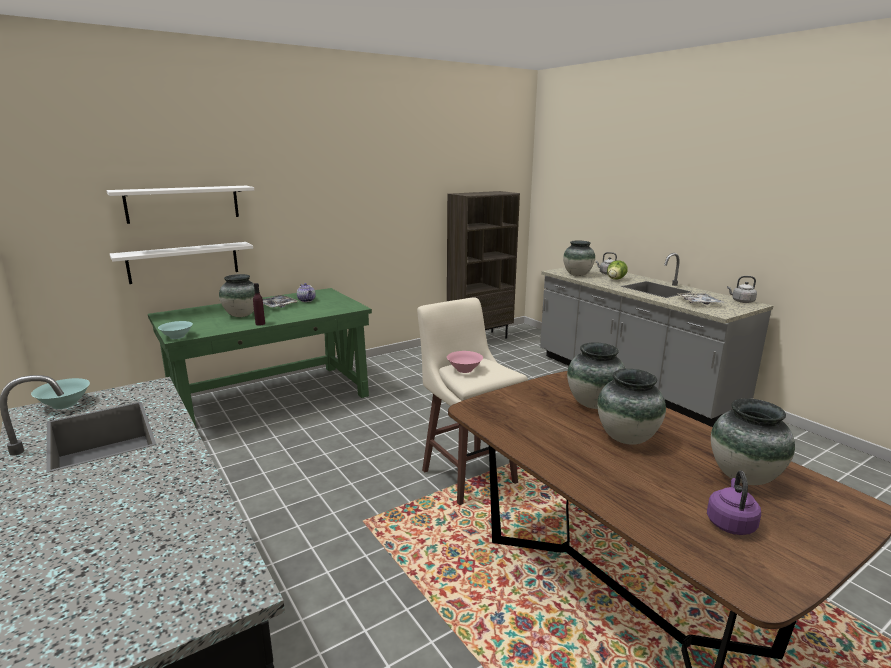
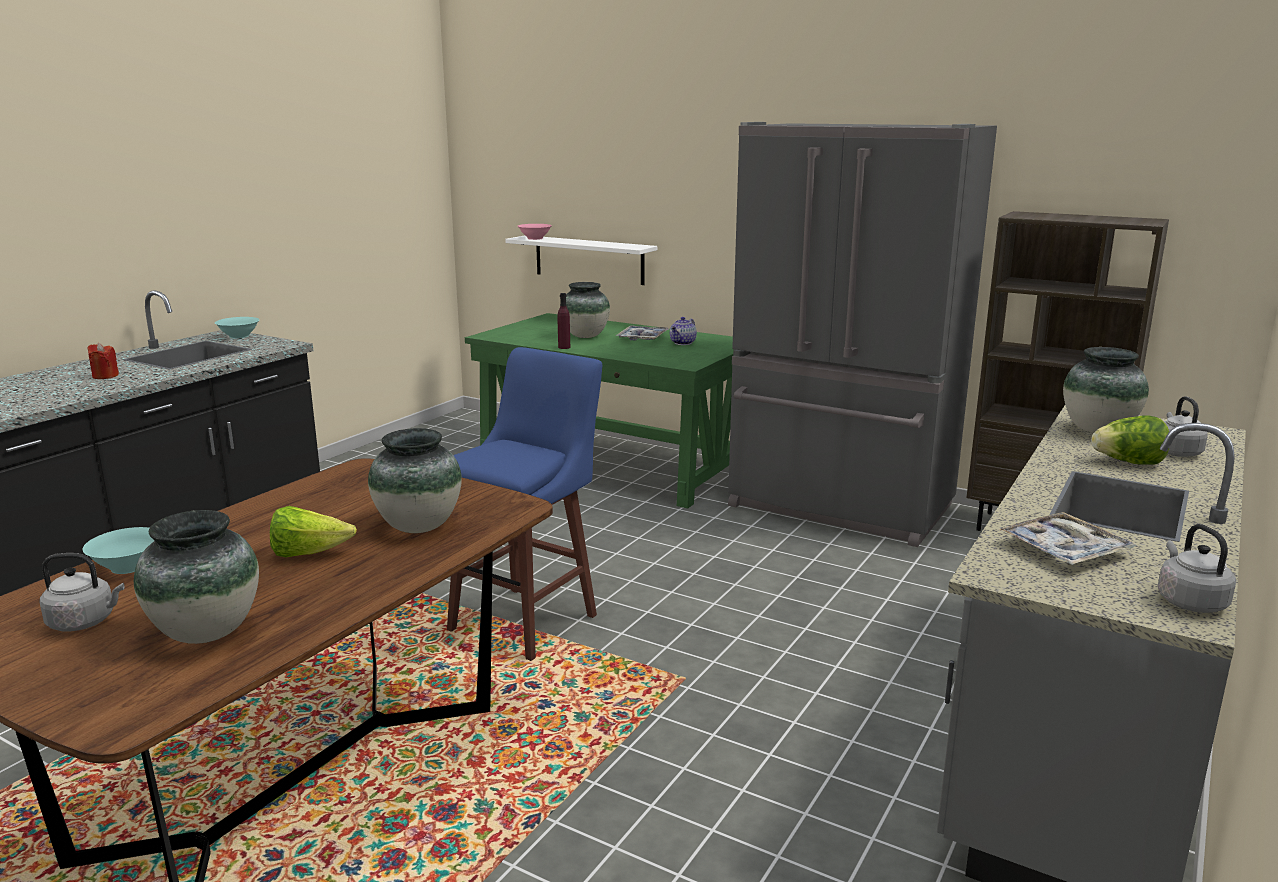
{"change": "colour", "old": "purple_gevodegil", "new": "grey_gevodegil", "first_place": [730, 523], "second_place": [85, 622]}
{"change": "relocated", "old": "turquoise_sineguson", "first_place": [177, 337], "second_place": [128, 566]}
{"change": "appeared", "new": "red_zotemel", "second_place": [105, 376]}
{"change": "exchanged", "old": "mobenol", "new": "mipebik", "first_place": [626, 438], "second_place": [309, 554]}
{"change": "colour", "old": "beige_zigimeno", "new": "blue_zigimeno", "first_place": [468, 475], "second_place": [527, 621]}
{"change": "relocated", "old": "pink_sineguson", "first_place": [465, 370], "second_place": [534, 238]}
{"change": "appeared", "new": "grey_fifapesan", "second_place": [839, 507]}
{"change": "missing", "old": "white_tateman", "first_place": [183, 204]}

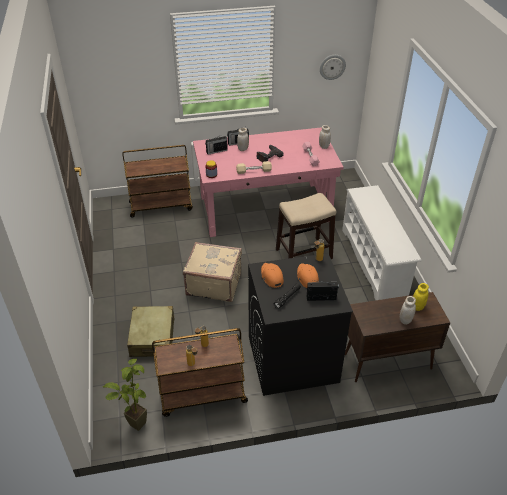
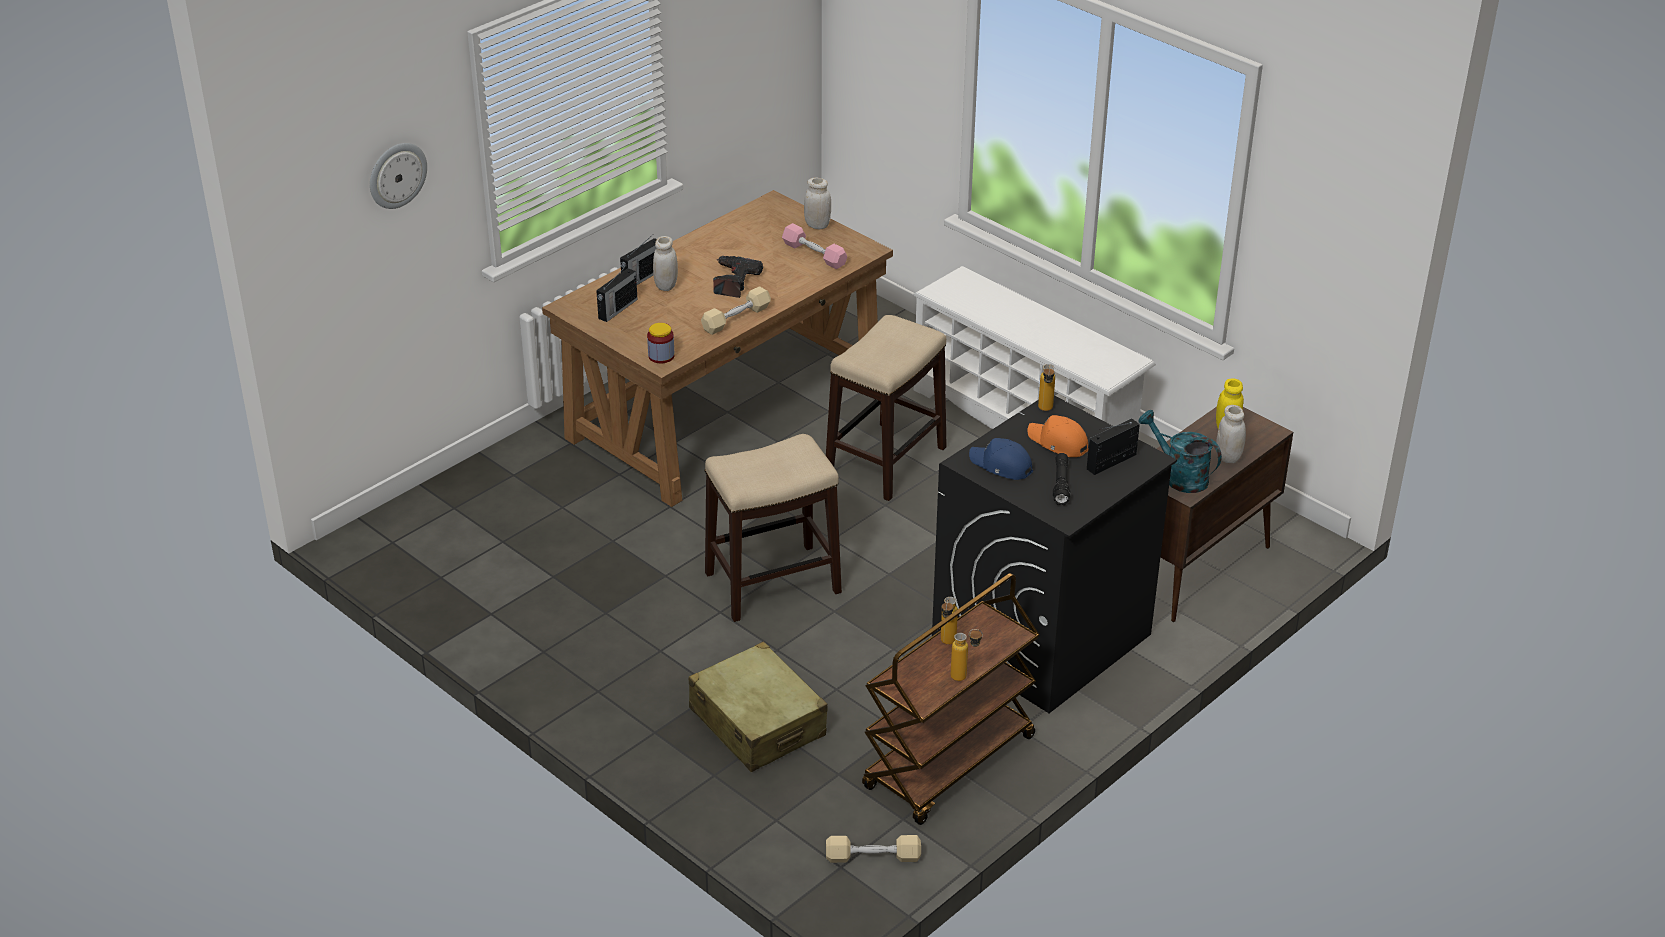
{"change": "relocated", "old": "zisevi", "first_place": [332, 66], "second_place": [397, 175]}
{"change": "colour", "old": "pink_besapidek", "new": "brown_besapidek", "first_place": [265, 208], "second_place": [724, 409]}
{"change": "exchanged", "old": "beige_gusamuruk", "new": "zigimeno", "first_place": [214, 283], "second_place": [771, 583]}
{"change": "exchanged", "old": "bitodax", "new": "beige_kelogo", "first_place": [135, 420], "second_place": [873, 857]}
{"change": "colour", "old": "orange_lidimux", "new": "blue_lidimux", "first_place": [271, 277], "second_place": [1001, 465]}
{"change": "appeared", "new": "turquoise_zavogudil", "second_place": [1179, 476]}
{"change": "missing", "old": "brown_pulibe", "first_place": [161, 206]}

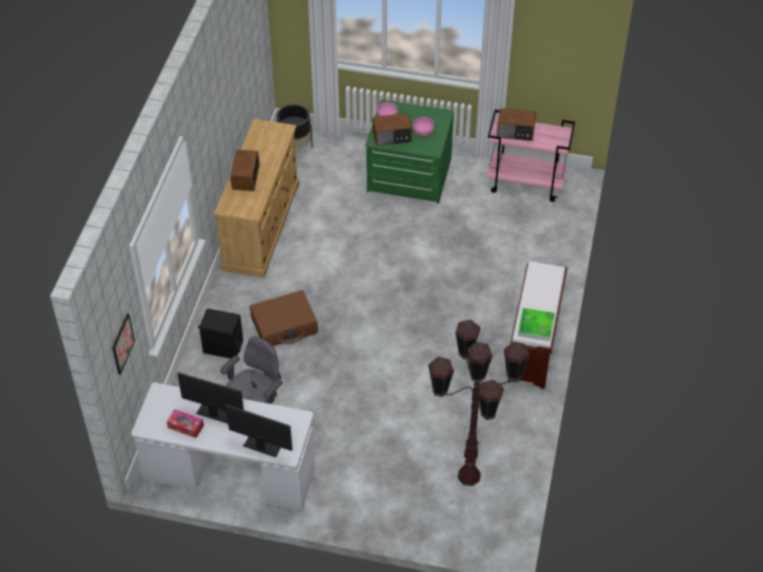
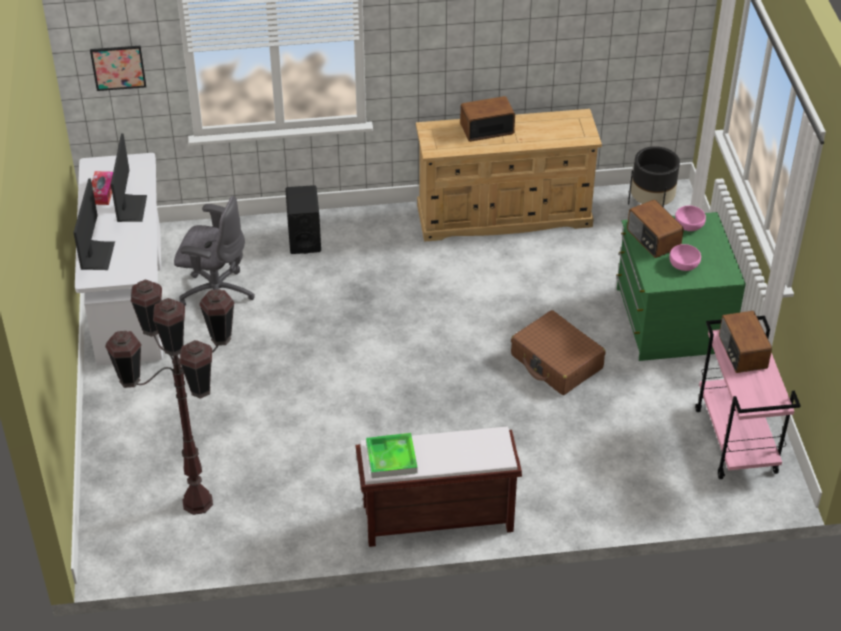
{"change": "relocated", "old": "brown_gusamuruk", "first_place": [284, 326], "second_place": [556, 362]}

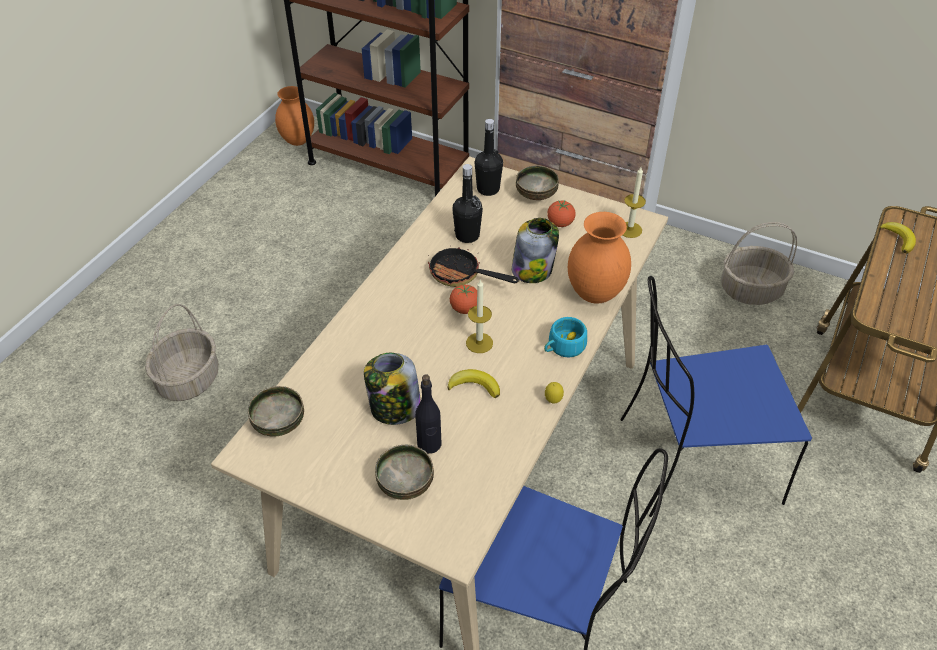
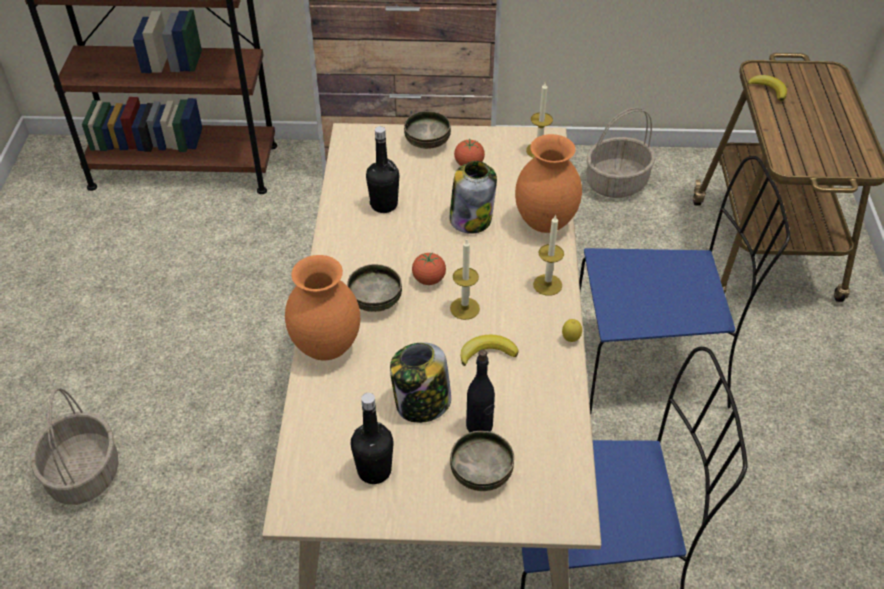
{"change": "relocated", "old": "orange_mobenol", "first_place": [298, 141], "second_place": [328, 348]}
{"change": "relocated", "old": "sineguson", "first_place": [278, 423], "second_place": [374, 301]}
{"change": "relocated", "old": "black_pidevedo", "first_place": [488, 189], "second_place": [374, 470]}
{"change": "exchanged", "old": "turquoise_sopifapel", "new": "zotemel", "first_place": [563, 347], "second_place": [547, 285]}
{"change": "spun", "old": "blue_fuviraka", "first_place": [694, 461], "second_place": [653, 362], "degrees": -150}
{"change": "missing", "old": "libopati", "first_place": [461, 275]}

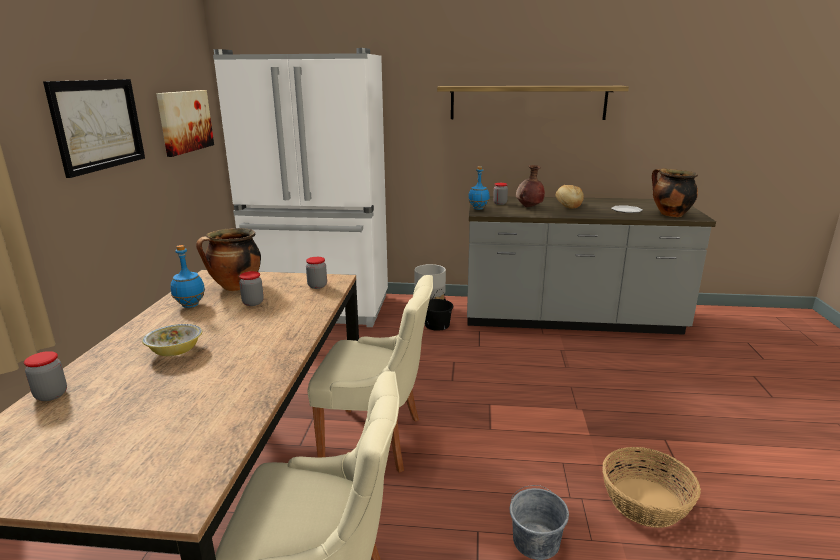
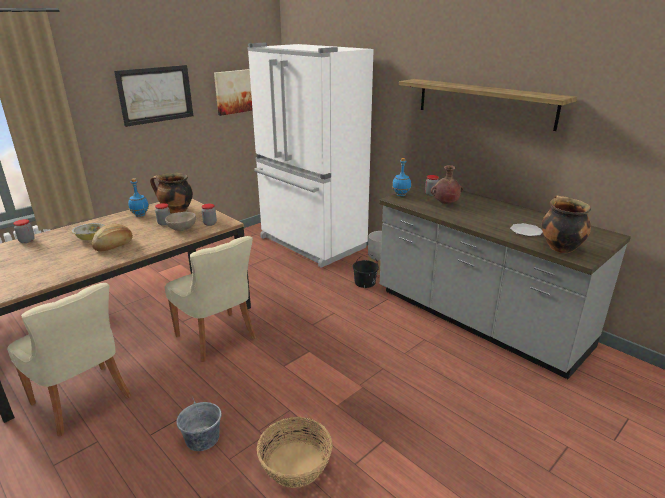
{"change": "relocated", "old": "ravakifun", "first_place": [567, 205], "second_place": [114, 245]}
{"change": "appeared", "new": "beige_sineguson", "second_place": [182, 228]}

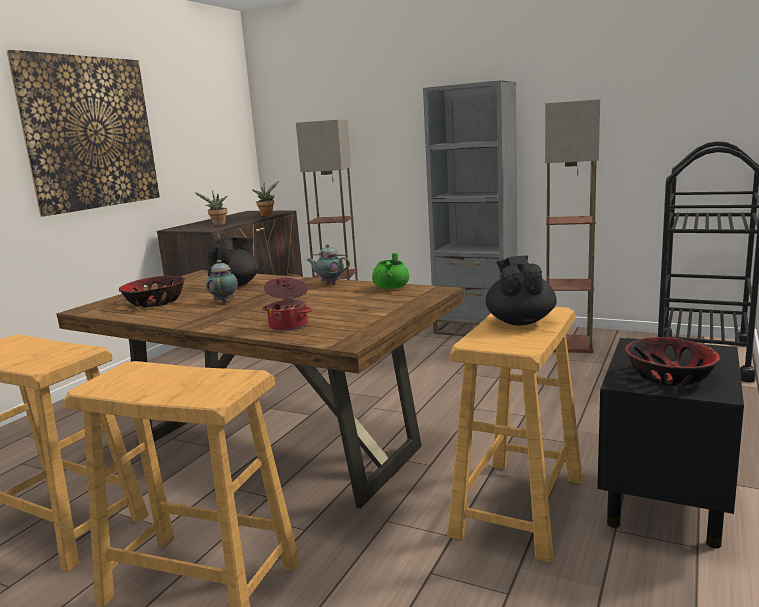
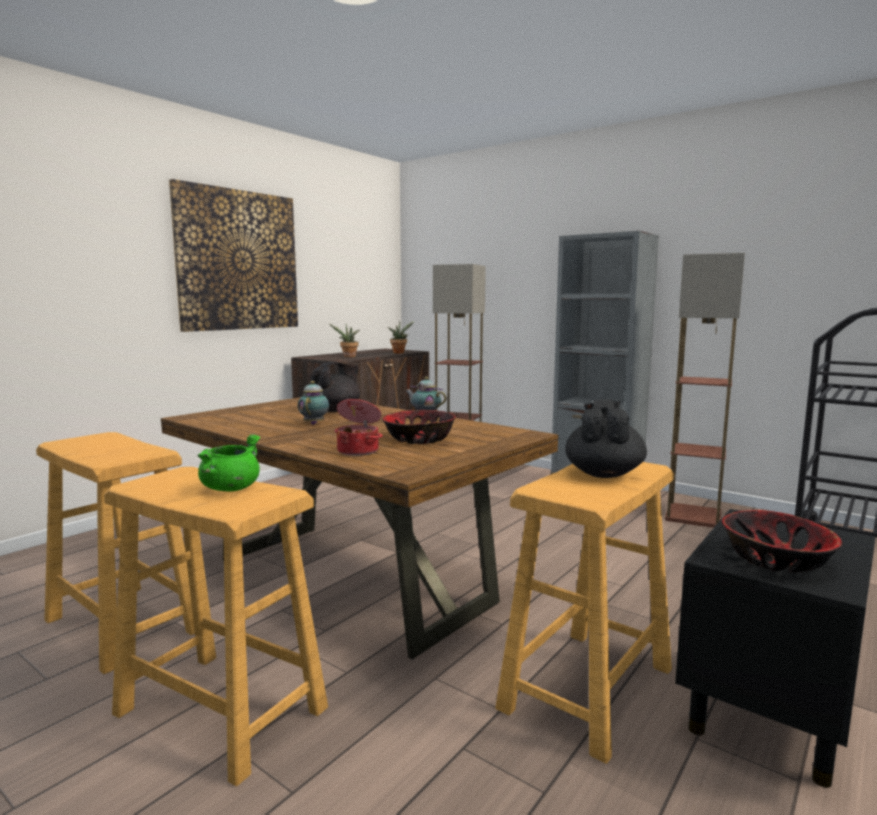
{"change": "relocated", "old": "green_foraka", "first_place": [391, 287], "second_place": [230, 488]}
{"change": "relocated", "old": "sineguson", "first_place": [155, 302], "second_place": [419, 439]}

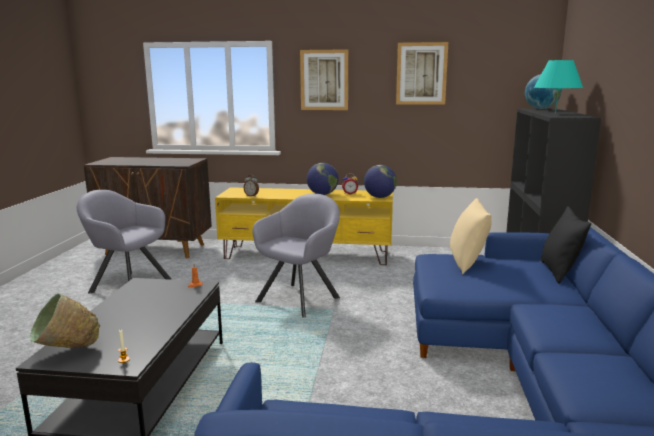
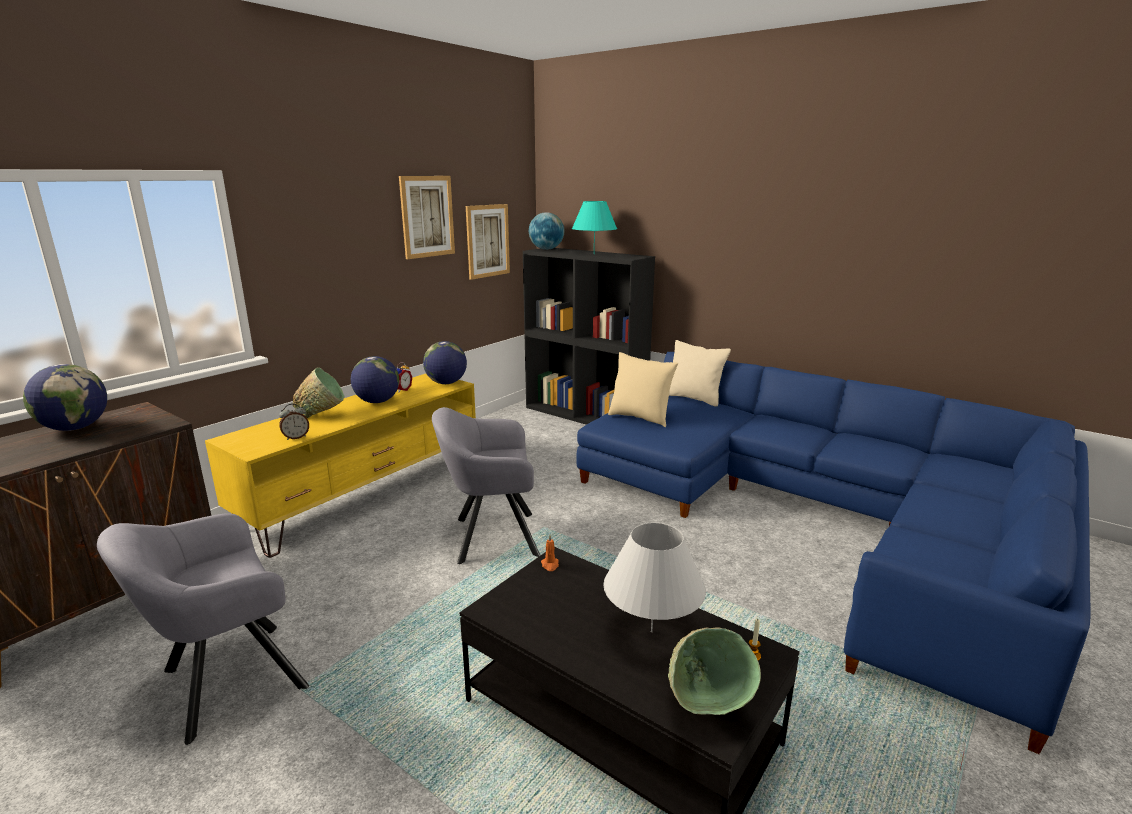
{"change": "appeared", "new": "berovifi", "second_place": [75, 428]}
{"change": "appeared", "new": "green_sineguson", "second_place": [323, 415]}
{"change": "spun", "old": "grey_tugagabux", "first_place": [301, 298], "second_place": [490, 537], "degrees": -75}
{"change": "relocated", "old": "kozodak", "first_place": [324, 80], "second_place": [487, 241]}
{"change": "appeared", "new": "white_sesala", "second_place": [651, 631]}
{"change": "colour", "old": "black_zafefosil", "new": "beige_zafefosil", "first_place": [559, 272], "second_place": [694, 398]}

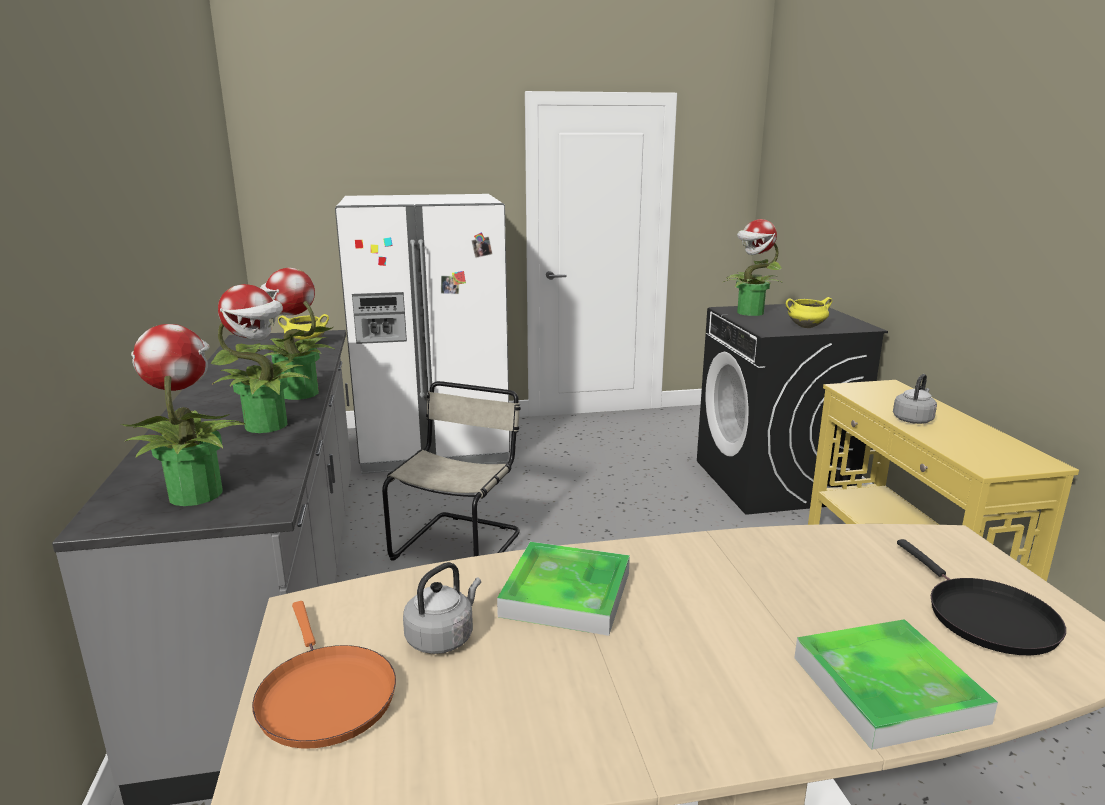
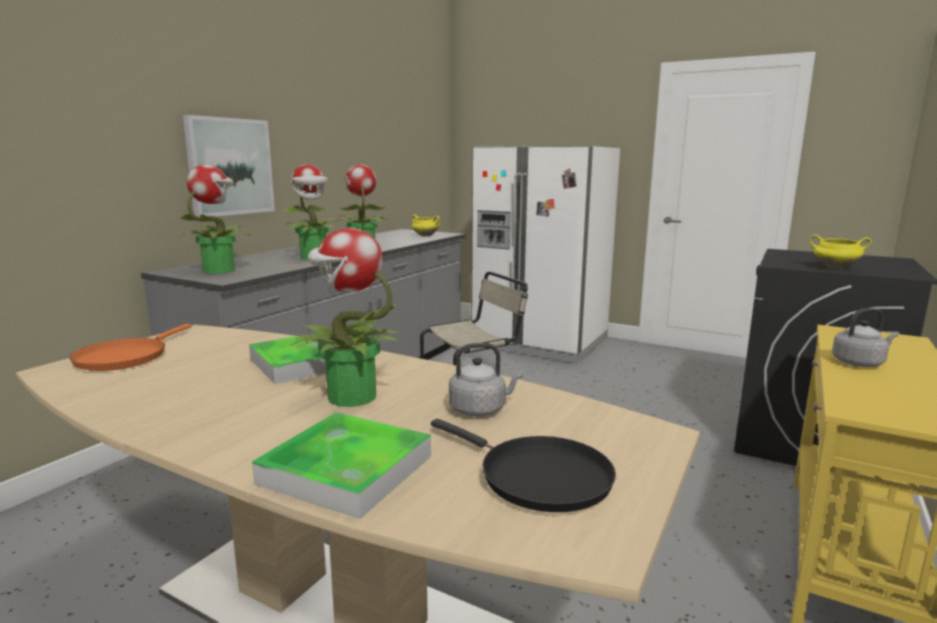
{"change": "appeared", "new": "kozodak", "second_place": [230, 167]}
{"change": "relocated", "old": "bitodax", "first_place": [749, 313], "second_place": [350, 397]}
{"change": "spun", "old": "black_libopati", "first_place": [984, 617], "second_place": [537, 477], "degrees": -75}
{"change": "relocated", "old": "grey_gevodegil", "first_place": [443, 637], "second_place": [480, 409]}

